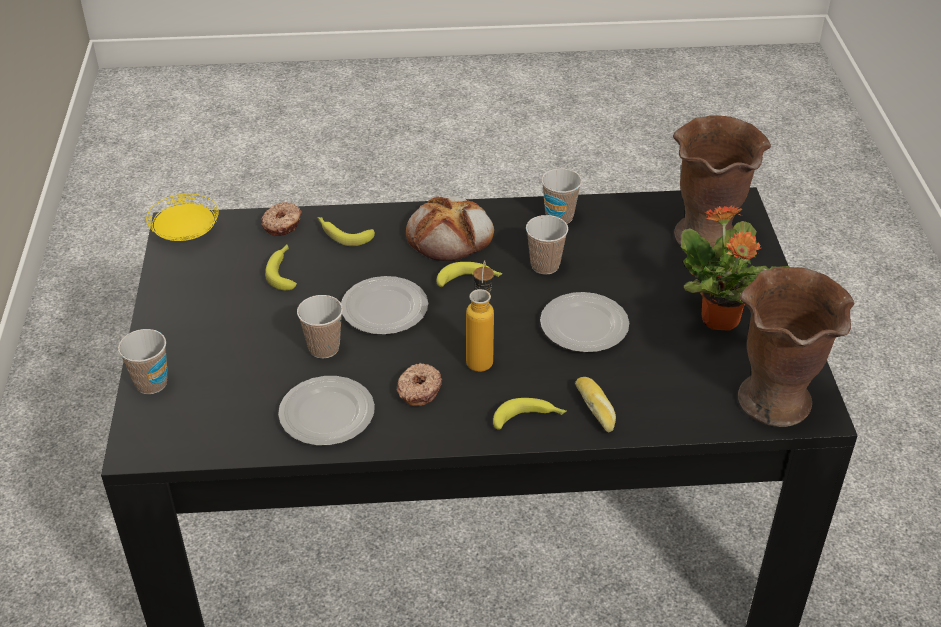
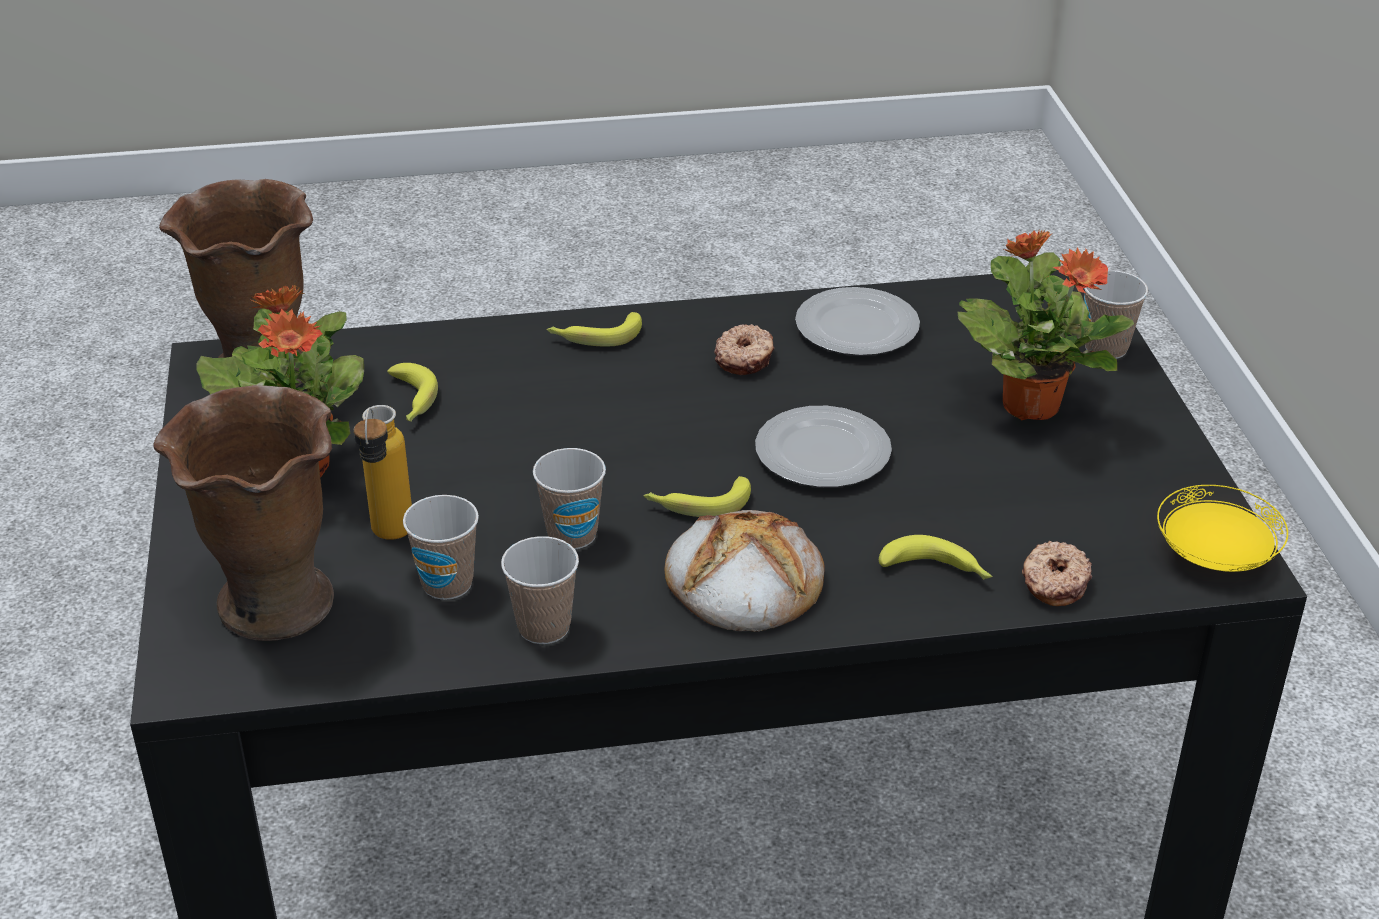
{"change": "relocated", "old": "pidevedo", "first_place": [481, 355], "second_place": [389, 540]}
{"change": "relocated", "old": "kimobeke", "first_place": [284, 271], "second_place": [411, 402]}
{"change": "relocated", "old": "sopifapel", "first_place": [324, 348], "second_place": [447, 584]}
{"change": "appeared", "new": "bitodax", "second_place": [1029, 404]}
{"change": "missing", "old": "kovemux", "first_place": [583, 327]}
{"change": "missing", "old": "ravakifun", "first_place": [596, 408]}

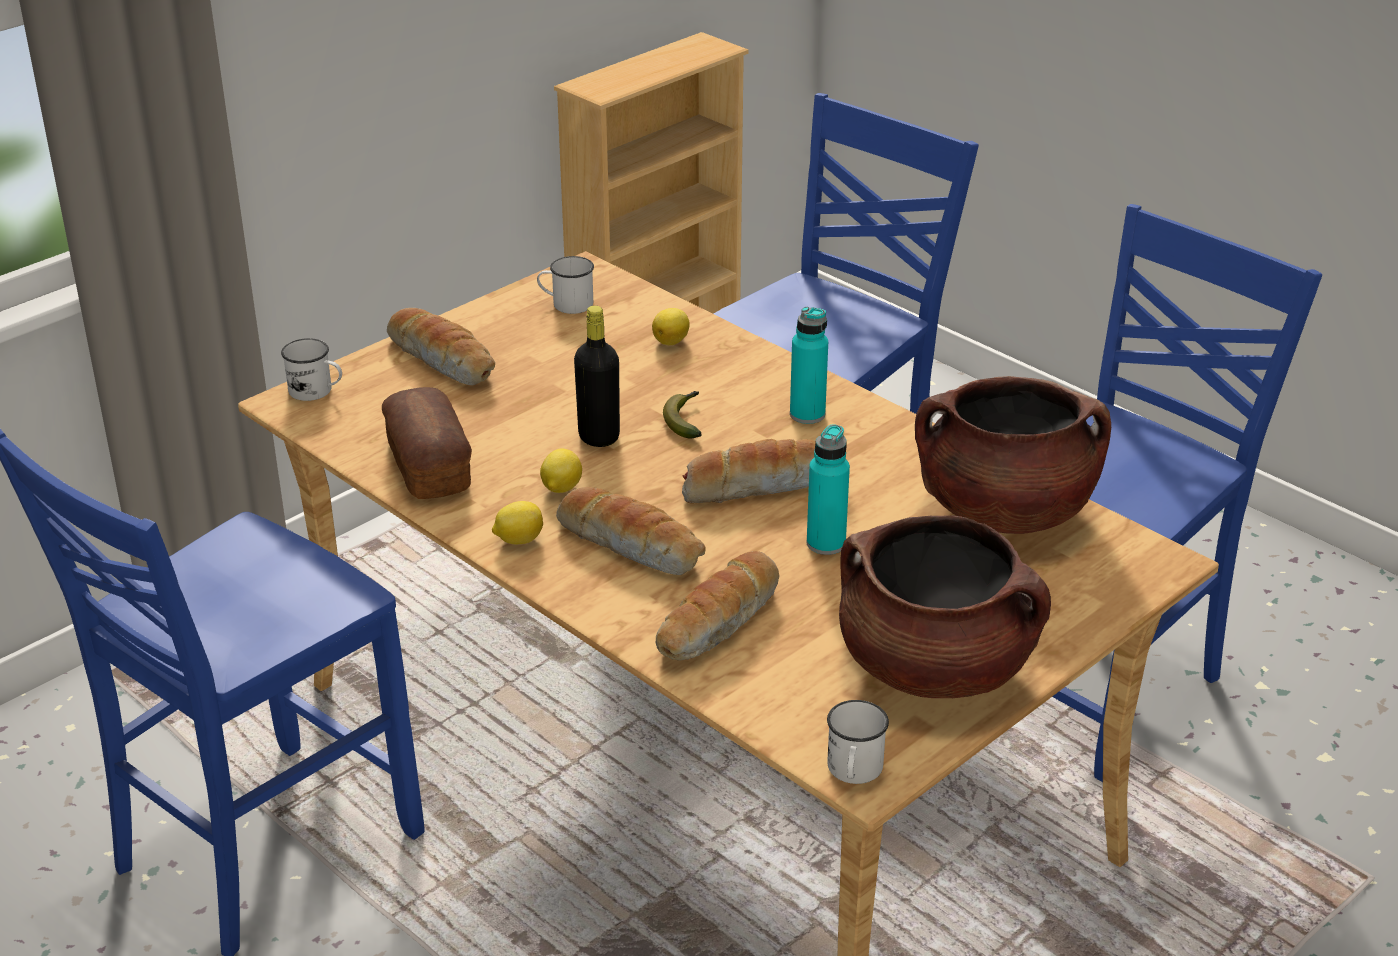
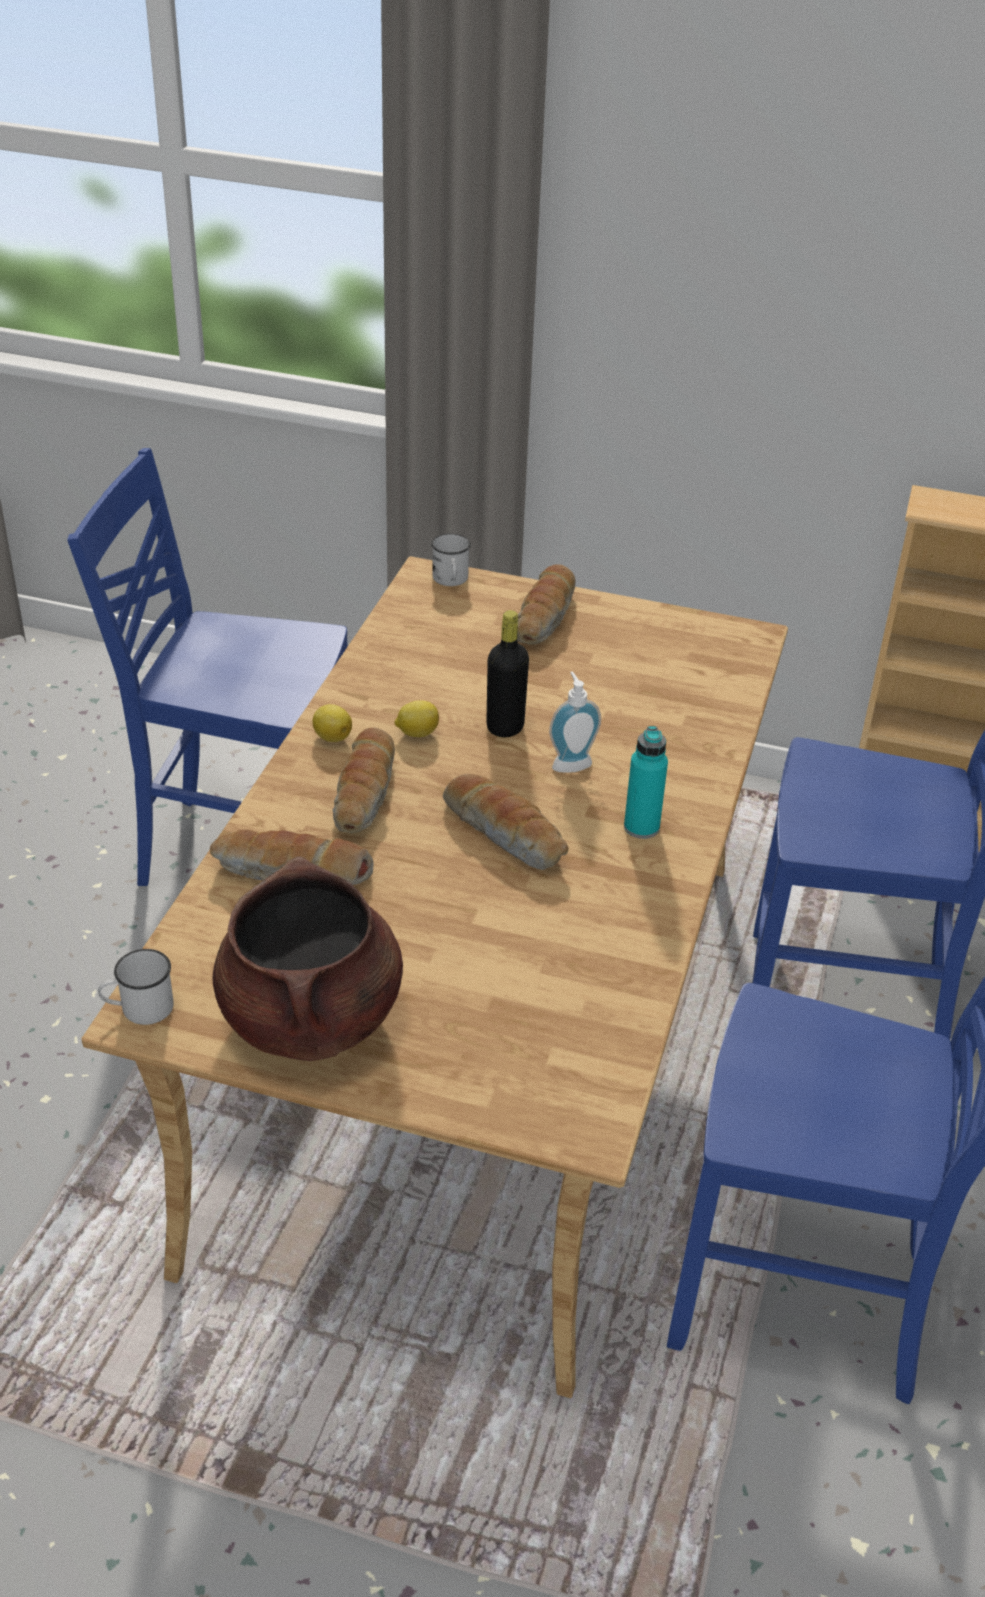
{"change": "exchanged", "old": "kimobeke", "new": "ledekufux", "first_place": [685, 420], "second_place": [570, 763]}
{"change": "missing", "old": "ravakifun", "first_place": [428, 465]}
{"change": "missing", "old": "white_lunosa", "first_place": [566, 304]}
{"change": "missing", "old": "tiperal", "first_place": [671, 341]}
{"change": "missing", "old": "turquoise_pidevedo", "first_place": [826, 543]}
{"change": "missing", "old": "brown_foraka", "first_place": [1004, 511]}

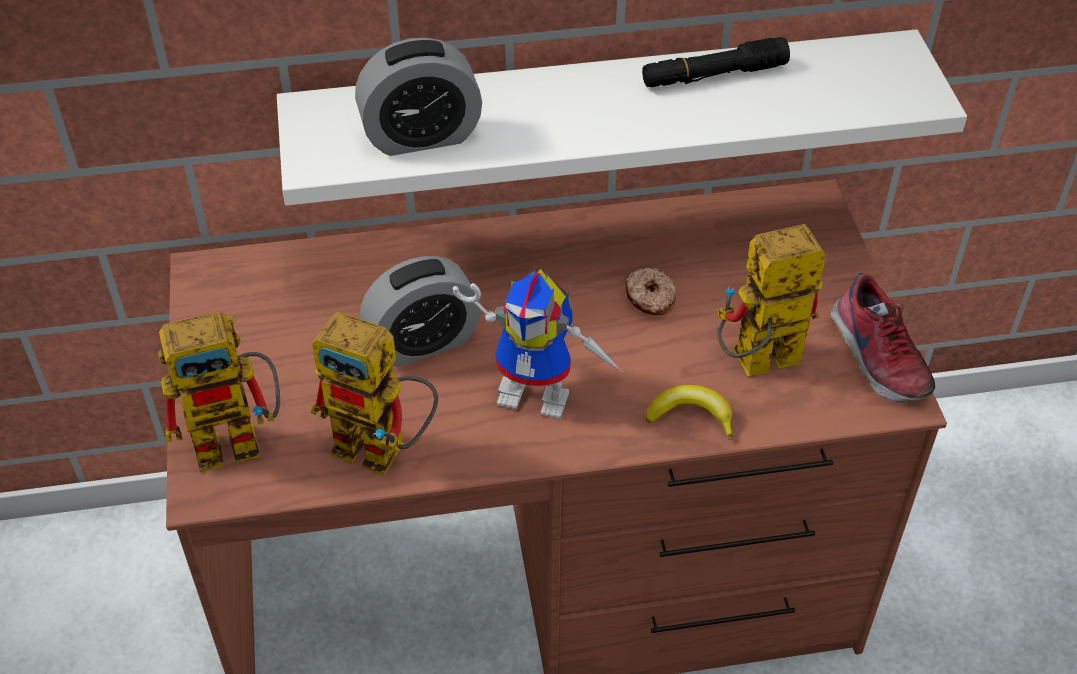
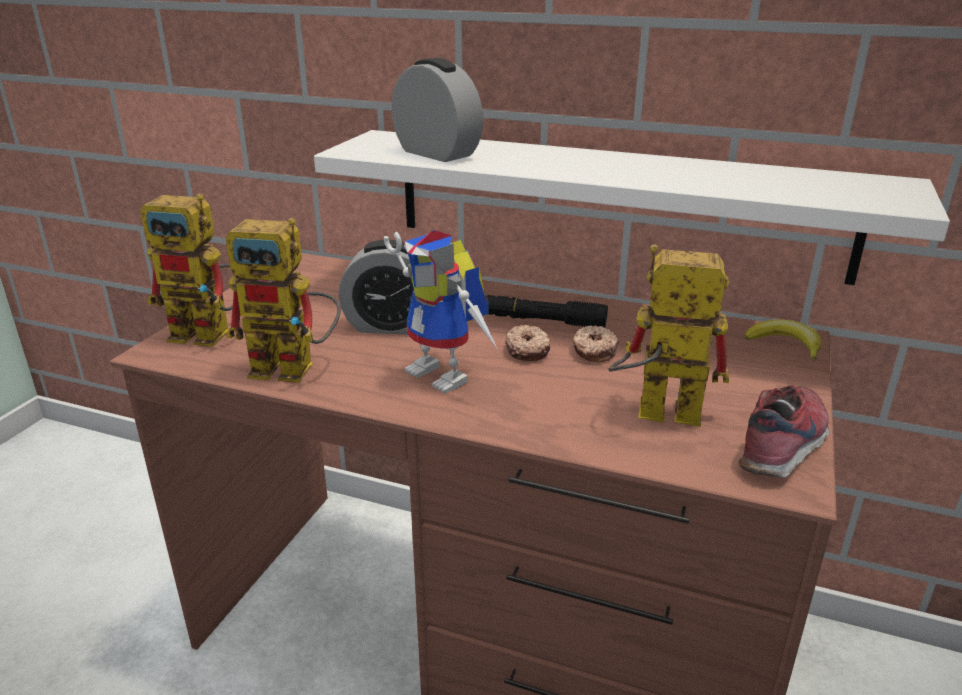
{"change": "spun", "old": "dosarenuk", "first_place": [384, 449], "second_place": [296, 368], "degrees": -45}
{"change": "spun", "old": "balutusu", "first_place": [421, 136], "second_place": [437, 153], "degrees": -150}
{"change": "relocated", "old": "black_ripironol", "first_place": [713, 75], "second_place": [543, 321]}
{"change": "appeared", "new": "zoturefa", "second_place": [528, 350]}
{"change": "spun", "old": "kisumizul", "first_place": [876, 357], "second_place": [785, 445], "degrees": -150}
{"change": "relocated", "old": "kimobeke", "first_place": [691, 416], "second_place": [785, 345]}

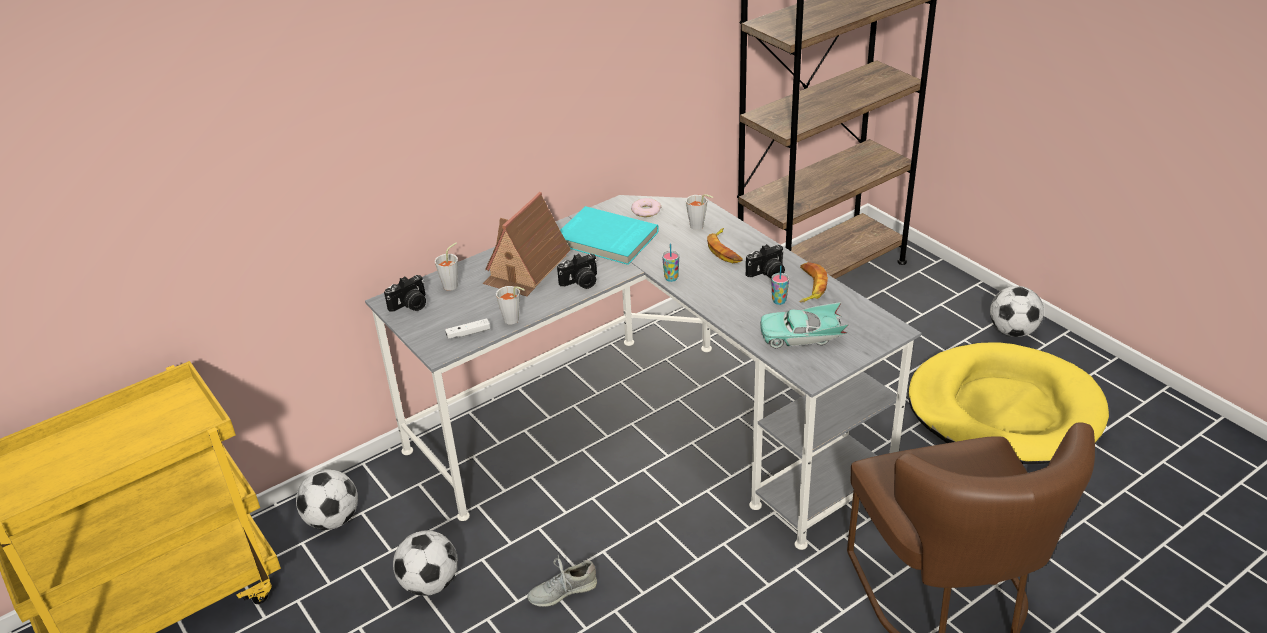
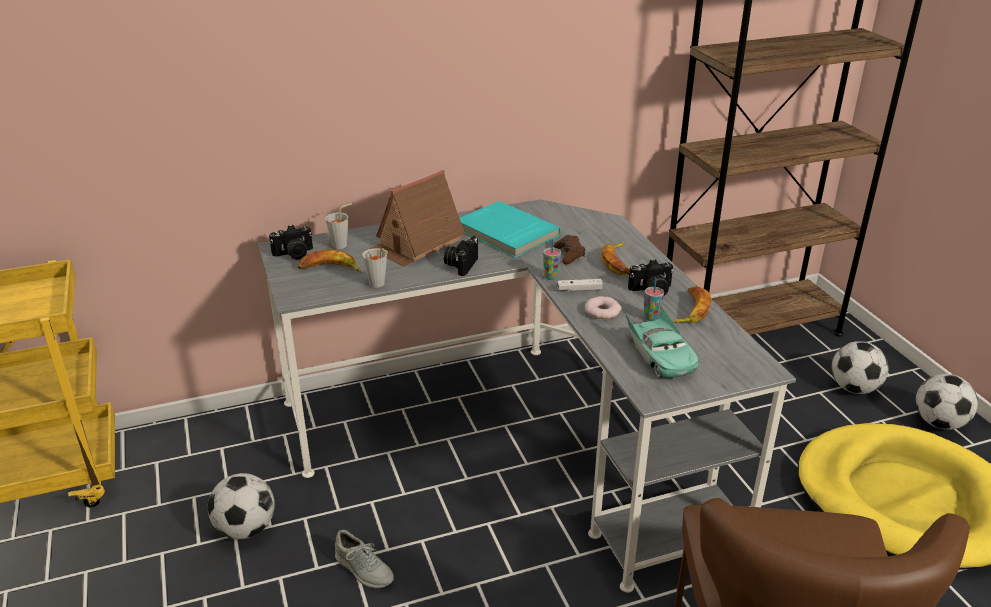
{"change": "appeared", "new": "kimobeke", "second_place": [330, 269]}
{"change": "spun", "old": "grey_kisumizul", "first_place": [562, 591], "second_place": [364, 569], "degrees": -135}
{"change": "spun", "old": "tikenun", "first_place": [581, 283], "second_place": [461, 265], "degrees": 120}
{"change": "appeared", "new": "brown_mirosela", "second_place": [569, 255]}
{"change": "relocated", "old": "white_mirosela", "first_place": [468, 333], "second_place": [579, 290]}
{"change": "relocated", "old": "zoturefa", "first_place": [646, 211], "second_place": [602, 311]}
{"change": "spun", "old": "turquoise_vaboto", "first_place": [802, 336], "second_place": [660, 355], "degrees": -120}
{"change": "relocated", "old": "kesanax", "first_place": [333, 520], "second_place": [854, 388]}
{"change": "missing", "old": "grey_sopifapel", "first_place": [699, 227]}

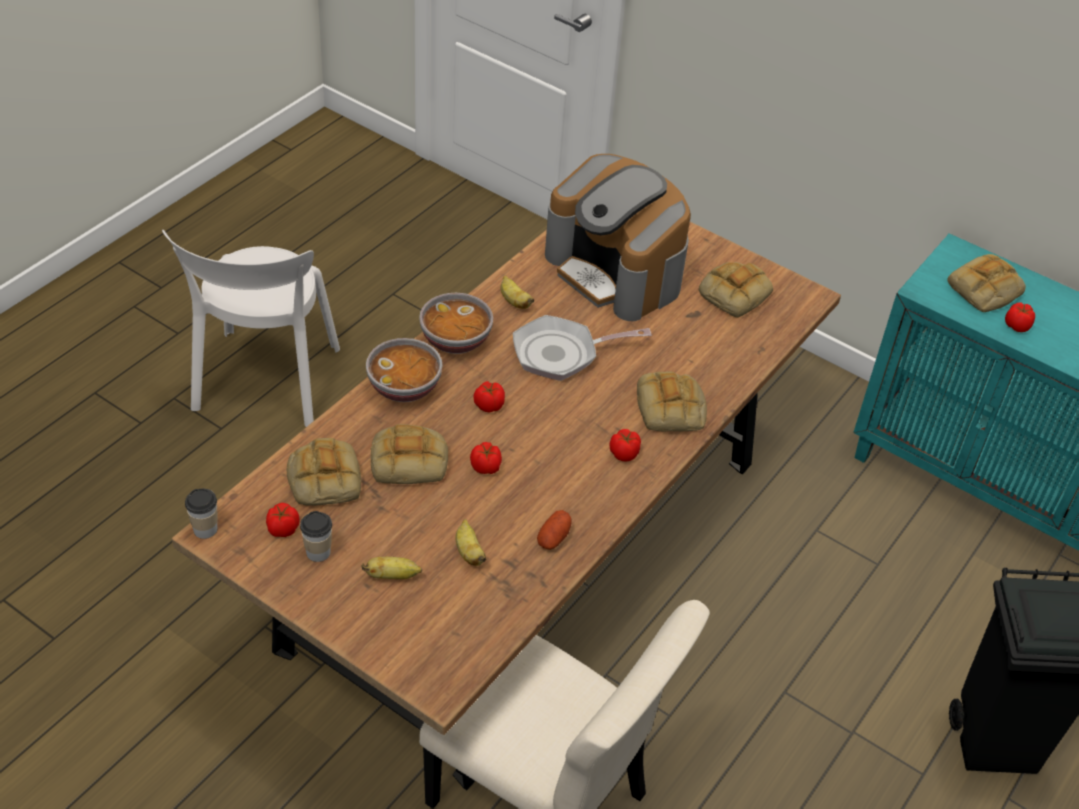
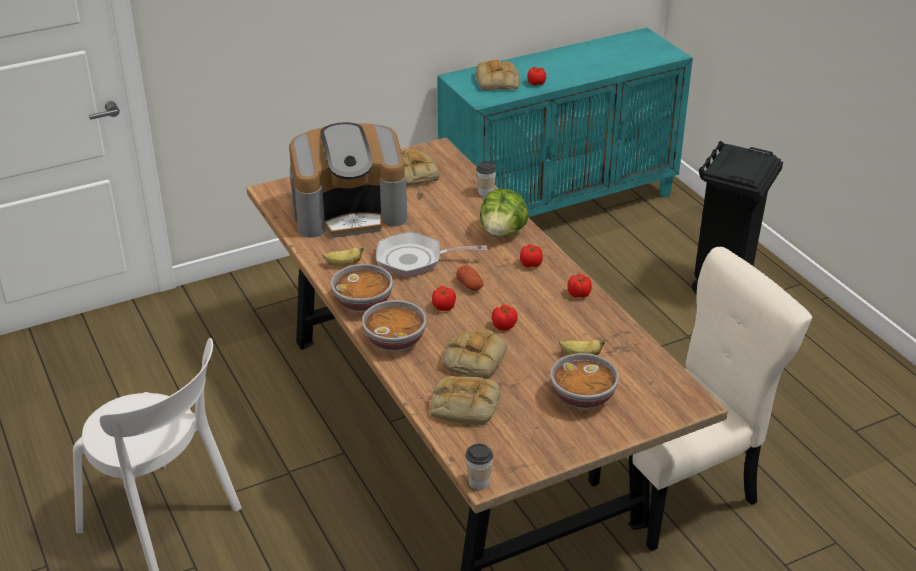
{"change": "spun", "old": "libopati", "first_place": [562, 353], "second_place": [415, 260], "degrees": 75}
{"change": "relocated", "old": "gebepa", "first_place": [553, 538], "second_place": [470, 285]}
{"change": "relocated", "old": "sopifapel", "first_place": [318, 552], "second_place": [485, 193]}
{"change": "exchanged", "old": "ravakifun", "new": "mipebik", "first_place": [671, 409], "second_place": [503, 232]}
{"change": "exchanged", "old": "kimobeke", "new": "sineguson", "first_place": [392, 576], "second_place": [582, 397]}
{"change": "relocated", "old": "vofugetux", "first_place": [282, 529], "second_place": [579, 294]}

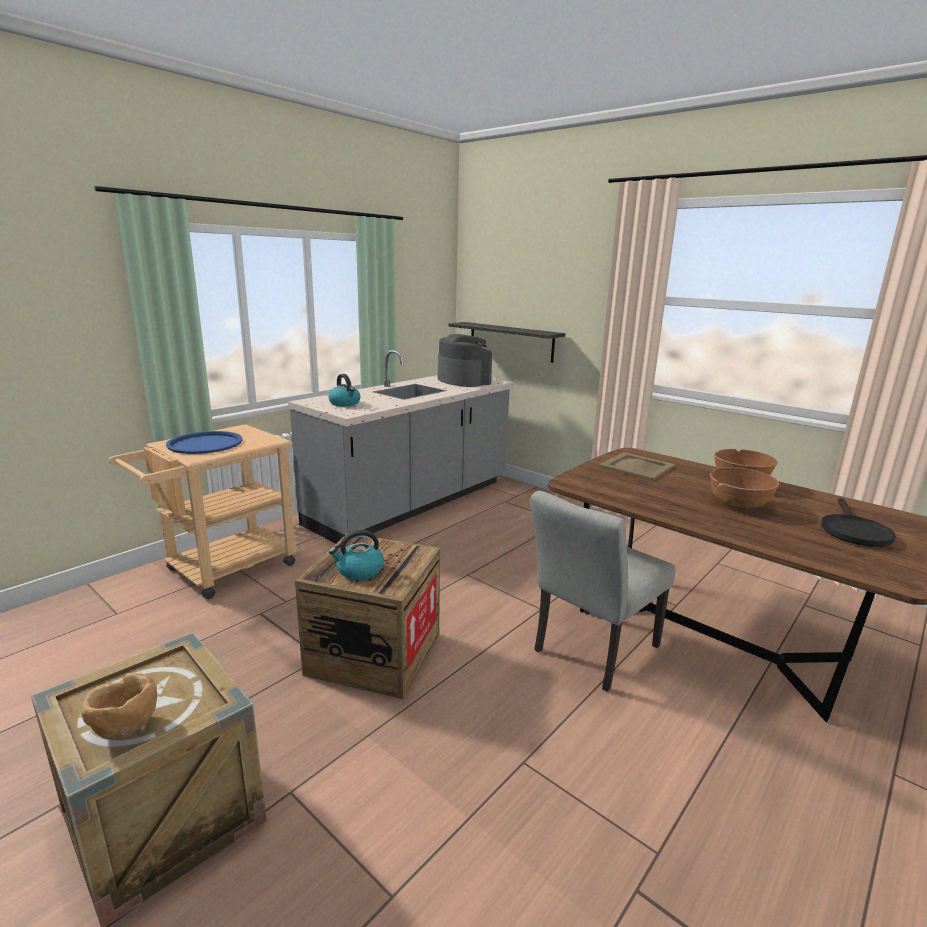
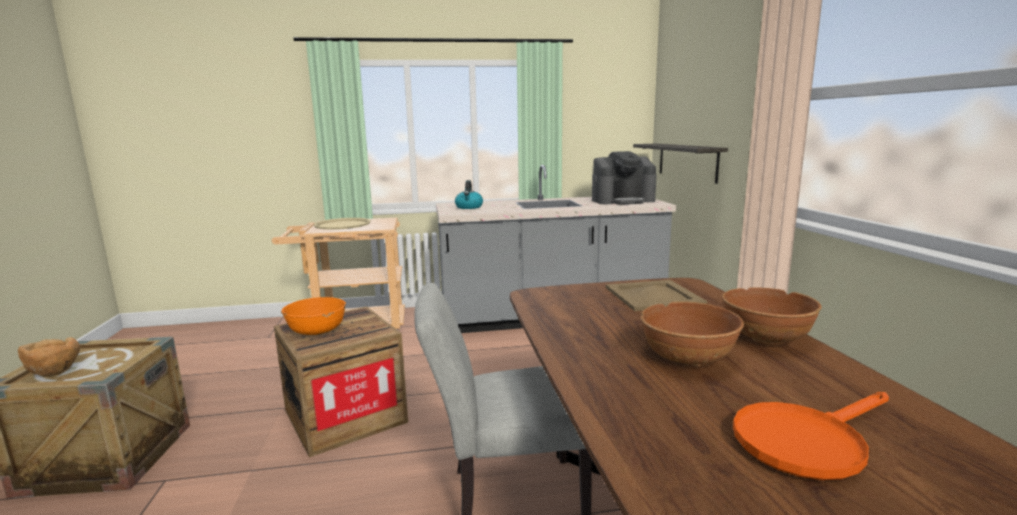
{"change": "exchanged", "old": "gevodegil", "new": "orange_sineguson", "first_place": [359, 571], "second_place": [317, 331]}
{"change": "colour", "old": "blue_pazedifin", "new": "beige_pazedifin", "first_place": [205, 444], "second_place": [342, 224]}
{"change": "spun", "old": "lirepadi", "first_place": [463, 380], "second_place": [622, 200], "degrees": 75}
{"change": "colour", "old": "black_libopati", "new": "orange_libopati", "first_place": [853, 530], "second_place": [806, 440]}

